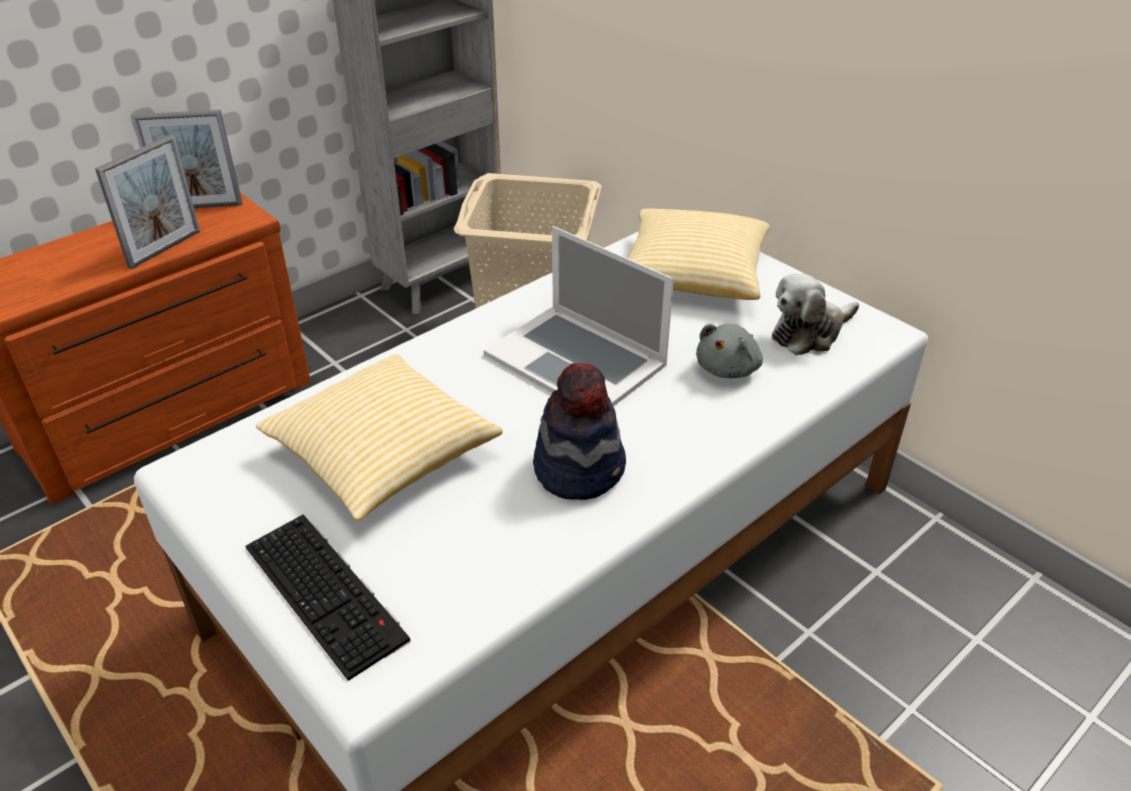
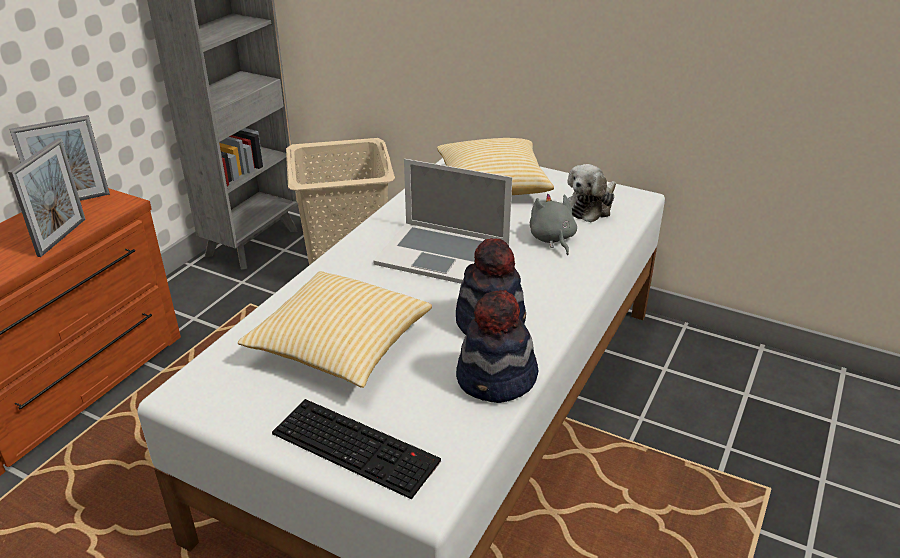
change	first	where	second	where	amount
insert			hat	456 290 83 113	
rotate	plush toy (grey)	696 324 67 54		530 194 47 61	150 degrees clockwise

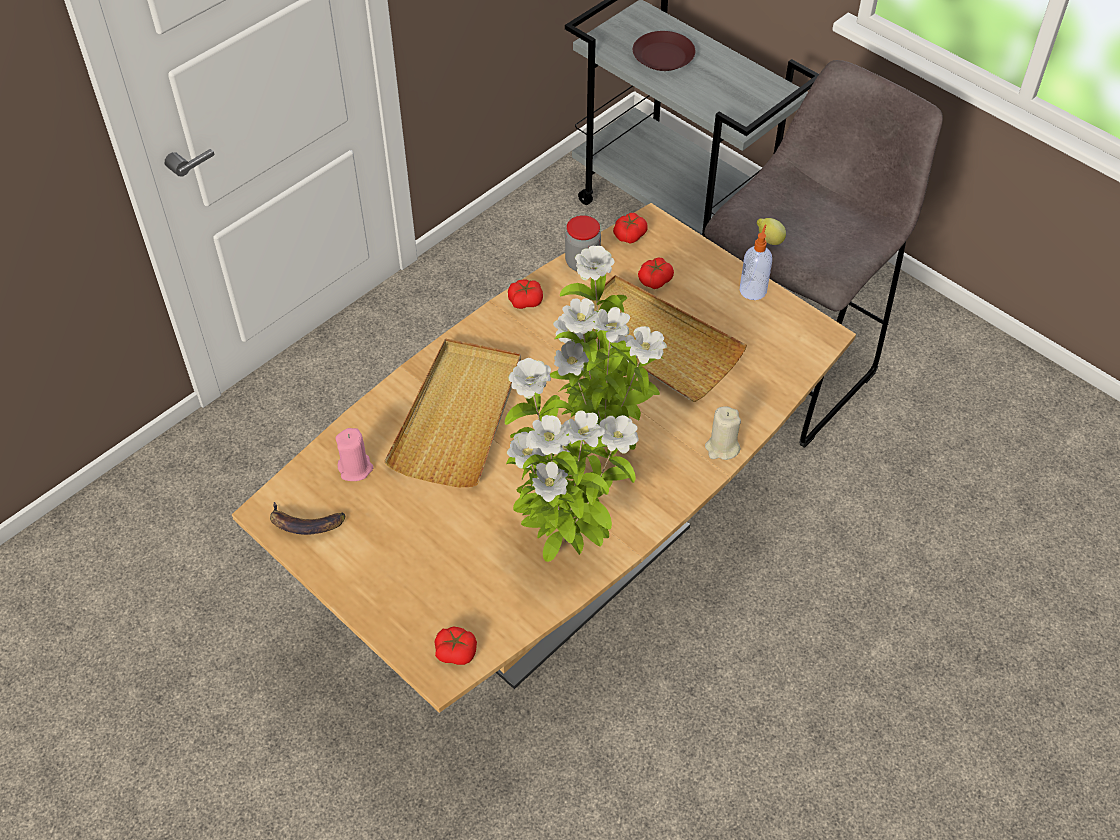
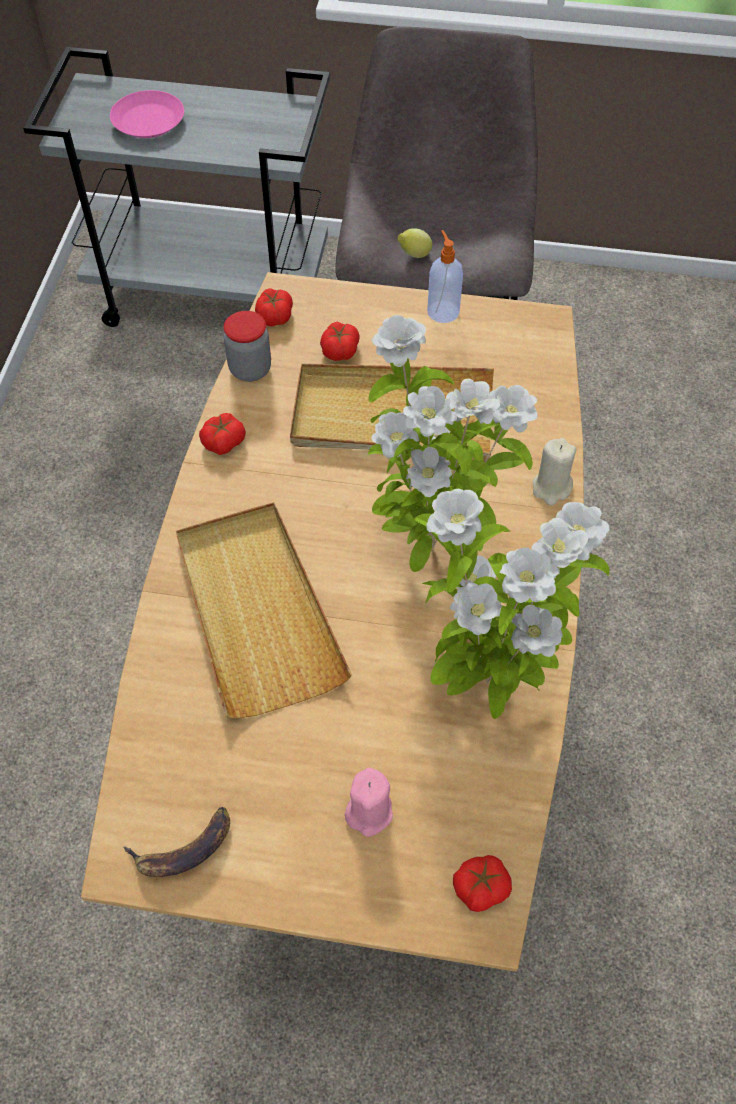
change	first	where	second	where	amount
recolor	plate (brown)	633 31 62 40	plate (pink)	110 90 74 48	
move	candle (pink)	336 428 37 53		345 768 48 69	

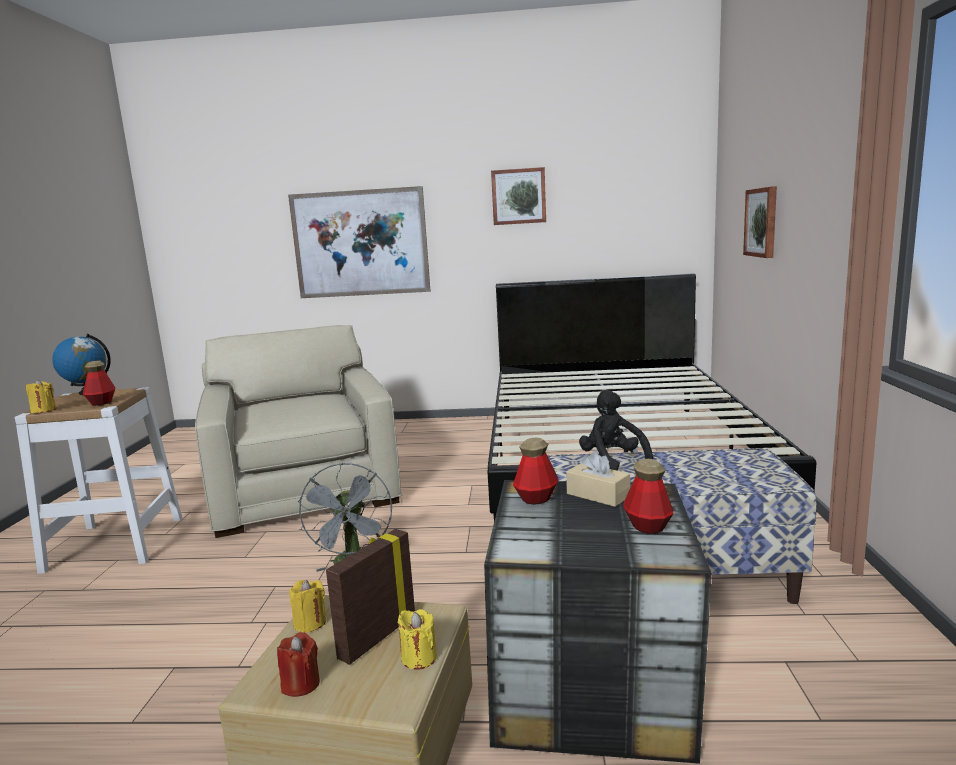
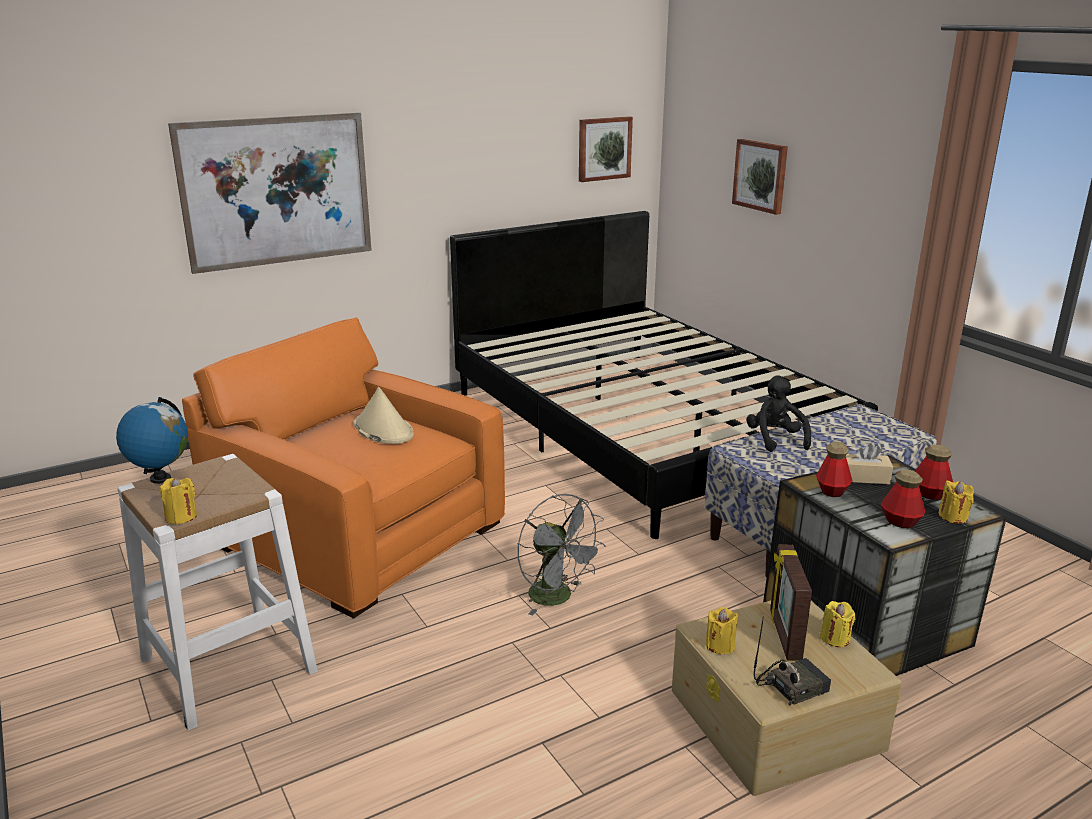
change	first	where	second	where	amount
recolor	armchair (beige)	195 325 207 213	armchair (orange)	182 317 323 302	
insert			hat (beige)	354 387 60 57	
move	picture	491 167 55 58		579 116 54 66	
rotate	plush toy (black)	579 390 74 81		746 375 65 77	45 degrees clockwise
replace	candle (red)	277 632 43 65	radio	754 617 77 89	
move	bottle	83 360 32 46		881 469 44 60	
insert			candle (yellow)	939 480 35 44	

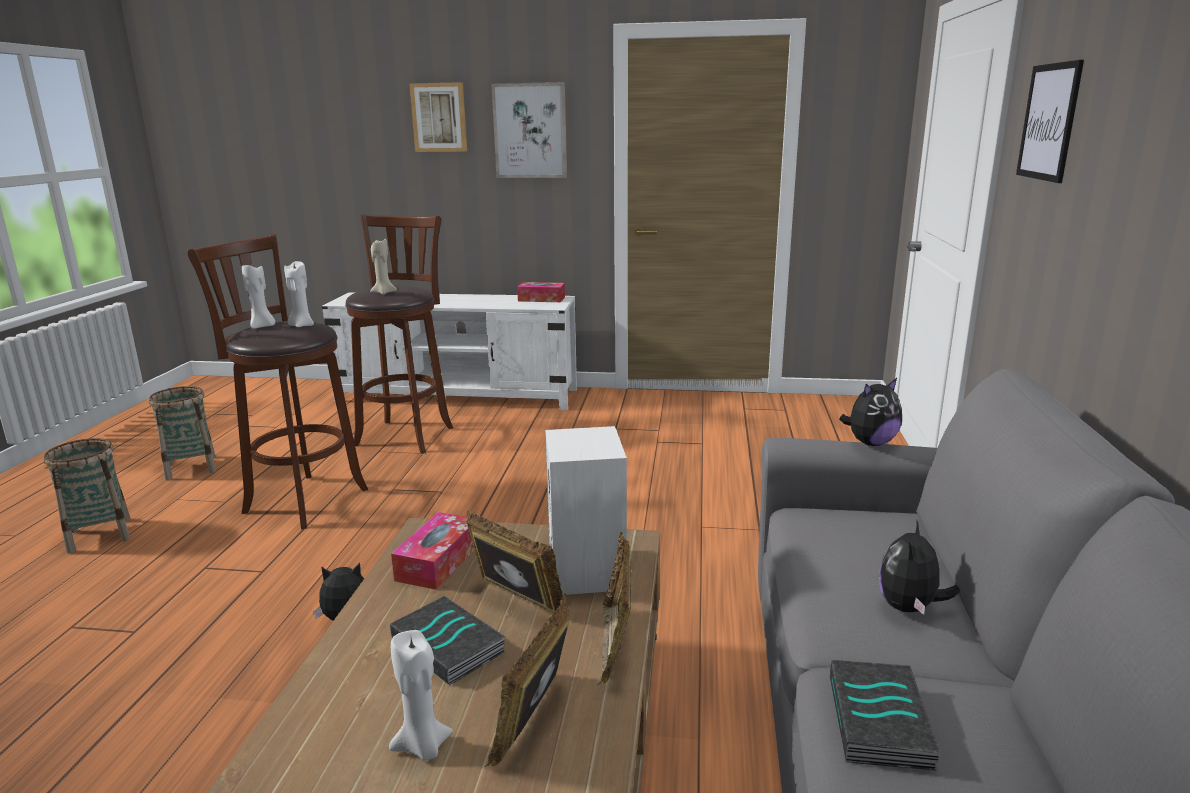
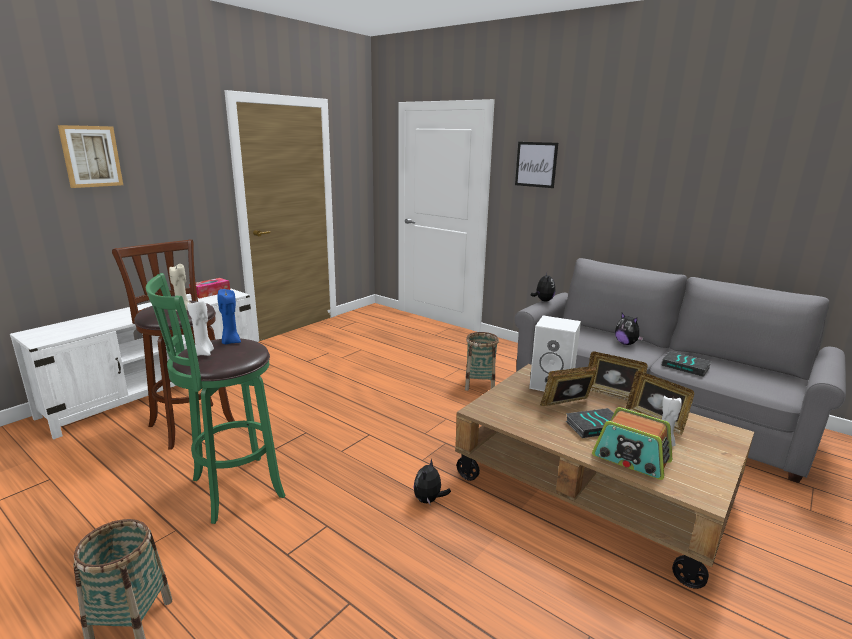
change	first	where	second	where	amount
recolor	stool (brown)	188 234 180 295	stool (green)	146 273 140 251	
recolor	candle (white)	284 261 30 66	candle (blue)	218 289 23 55	
move	basket	149 386 67 95		465 332 34 59	
insert			radio	592 407 80 73	
delete	tissue box	391 512 83 78			
delete	picture	491 82 76 96			

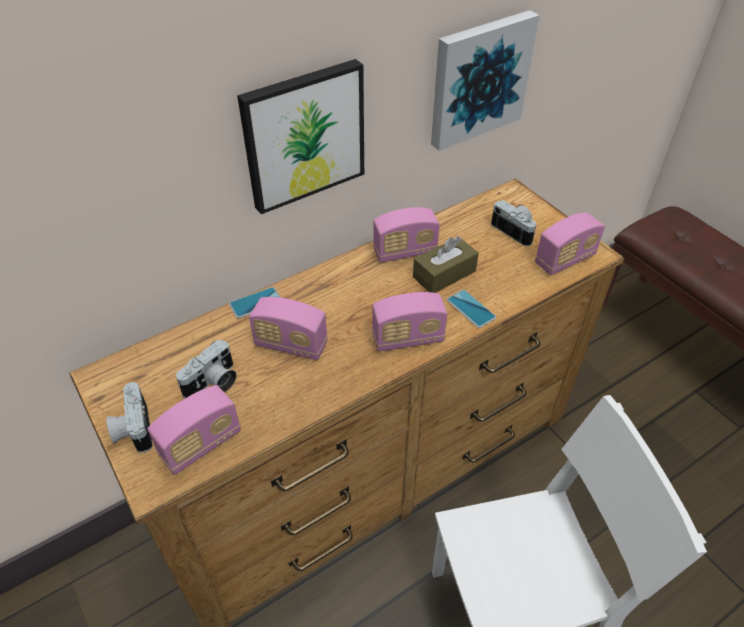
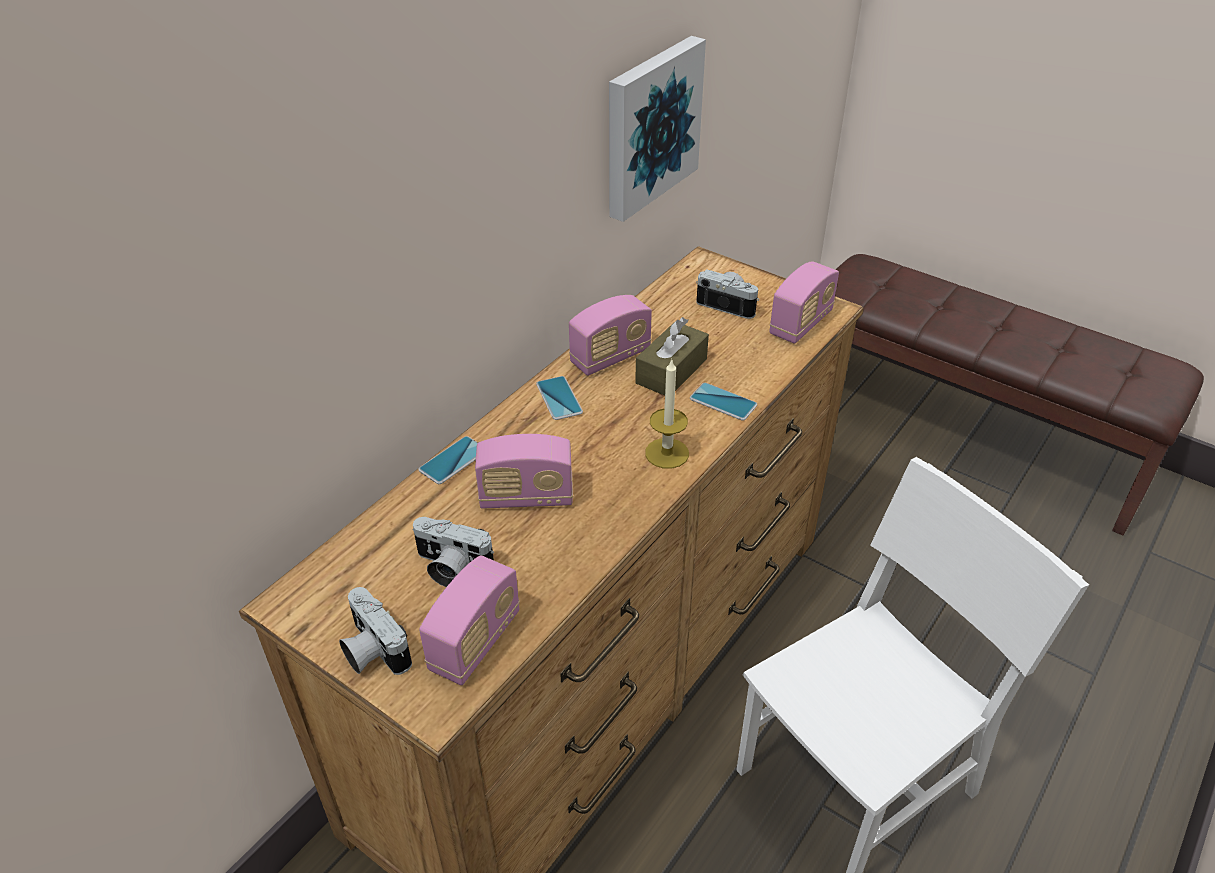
change	first	where	second	where	amount
rotate	photo camera	176 339 61 59		412 517 82 70	90 degrees clockwise
insert			phone	536 376 47 44	
replace	radio	372 292 75 59	candle	645 359 44 110	
delete	picture	237 59 127 155			

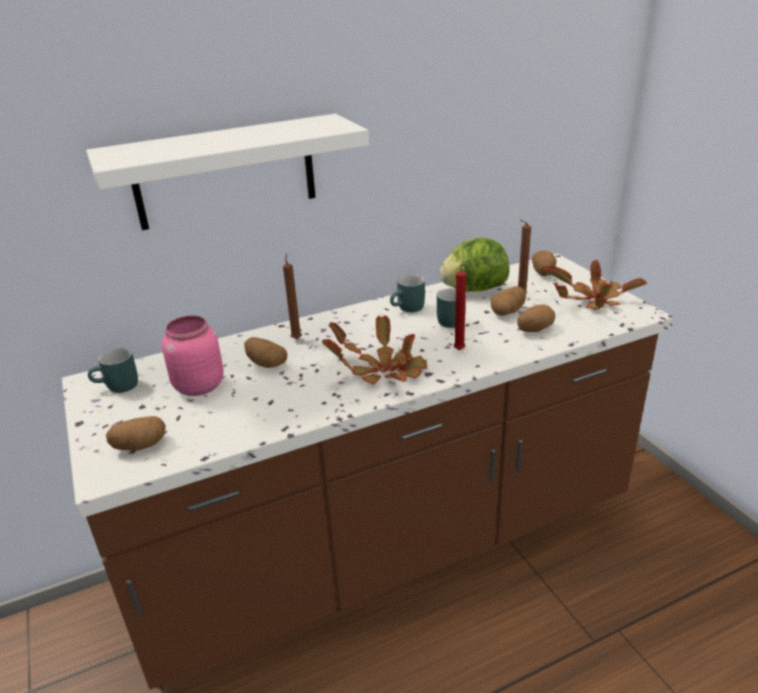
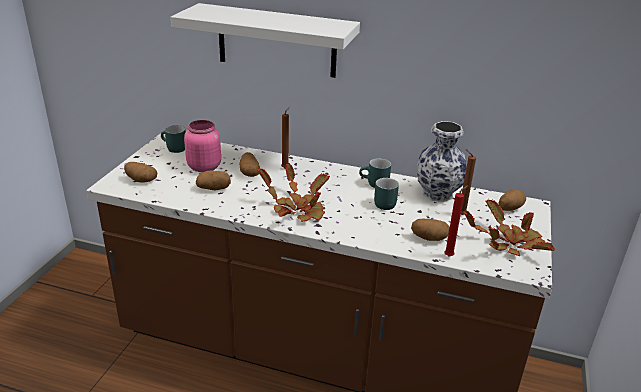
change	first	where	second	where	amount
move	potato	491 286 35 30		196 170 35 20	
replace	lettuce	440 238 69 53	vase	417 121 49 81	
move	candle (red)	454 260 12 90		444 185 24 71	

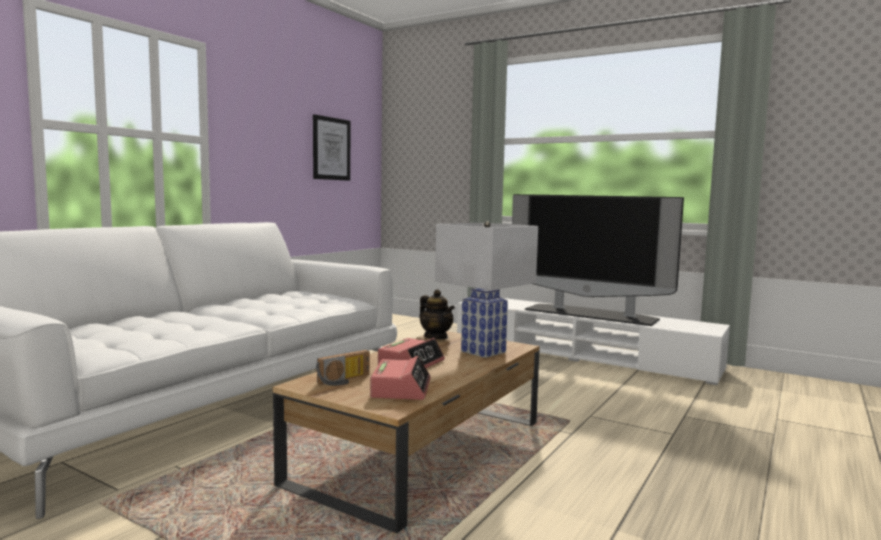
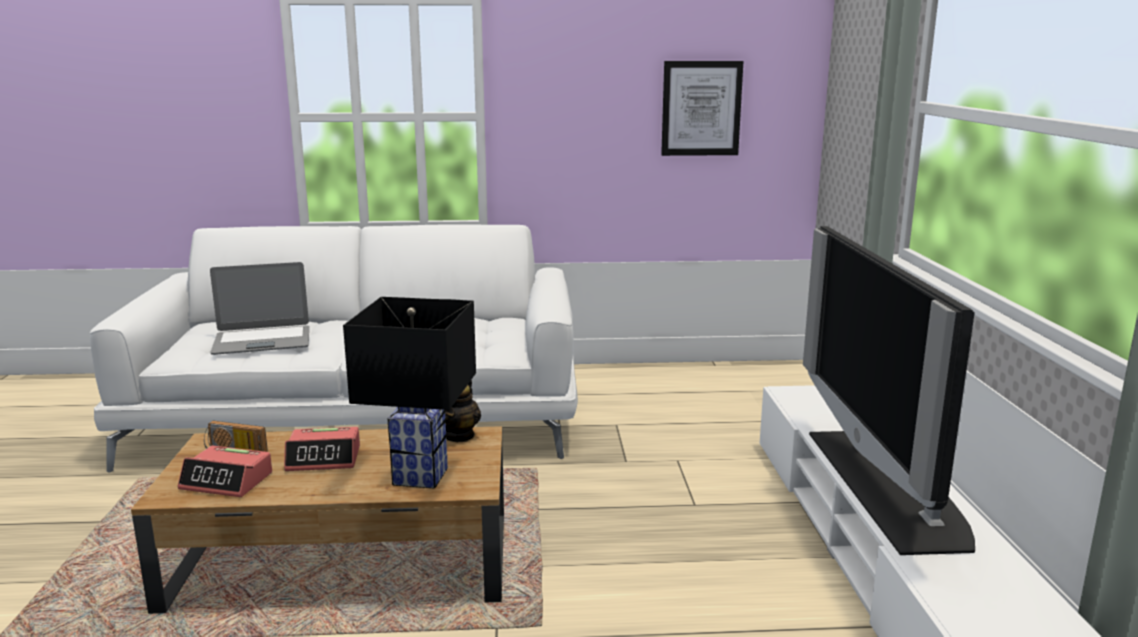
change	first	where	second	where	amount
rotate	alarm clock	370 356 61 44		178 446 94 51	45 degrees clockwise
insert			laptop	210 262 99 93	
recolor	table lamp (white)	435 221 103 137	table lamp (black)	343 297 133 191	

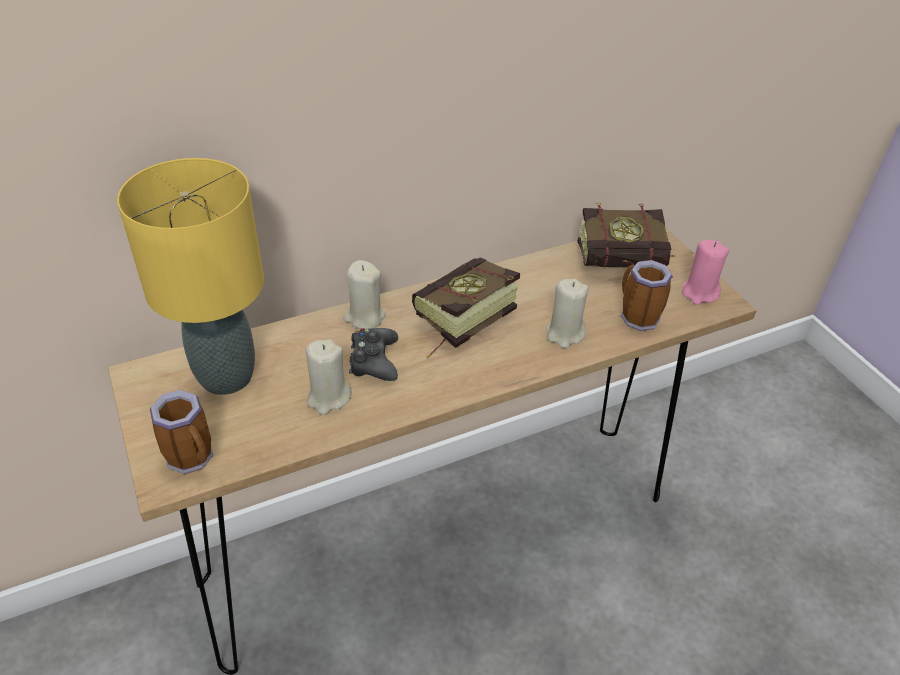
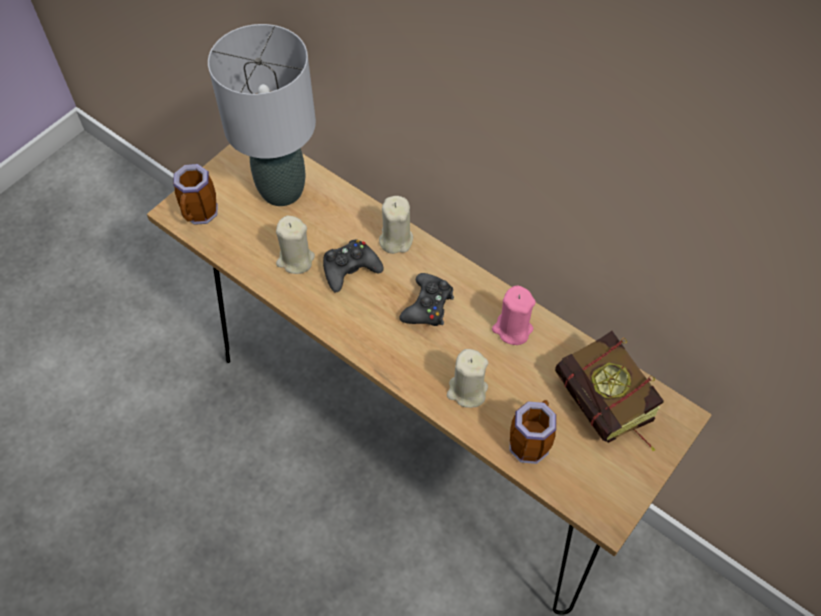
change	first	where	second	where	amount
recolor	table lamp (yellow)	117 158 147 237	table lamp (grey)	208 24 108 182	
replace	book	412 258 108 101	game controller (black)	399 273 55 53	
move	candle (pink)	682 239 47 66		492 285 44 60	

